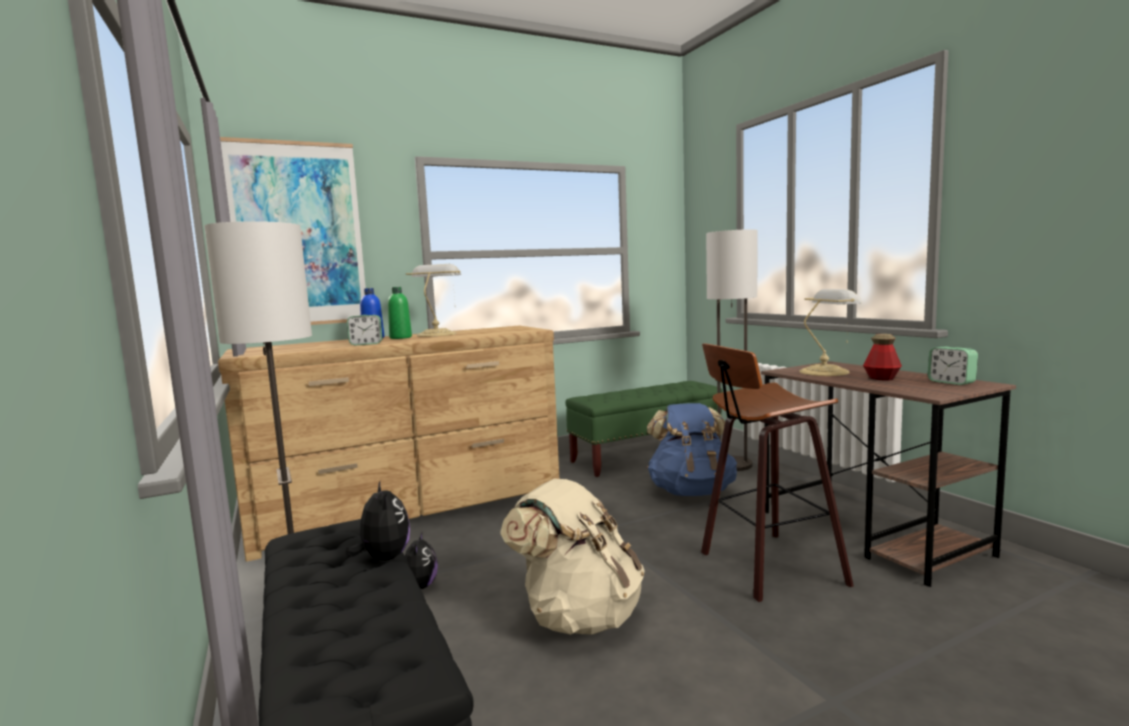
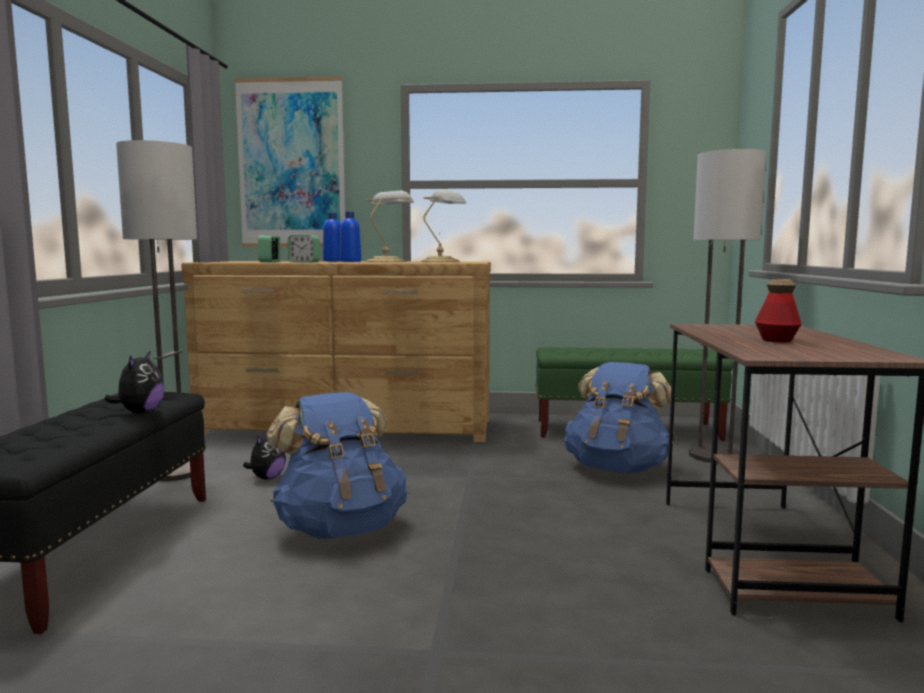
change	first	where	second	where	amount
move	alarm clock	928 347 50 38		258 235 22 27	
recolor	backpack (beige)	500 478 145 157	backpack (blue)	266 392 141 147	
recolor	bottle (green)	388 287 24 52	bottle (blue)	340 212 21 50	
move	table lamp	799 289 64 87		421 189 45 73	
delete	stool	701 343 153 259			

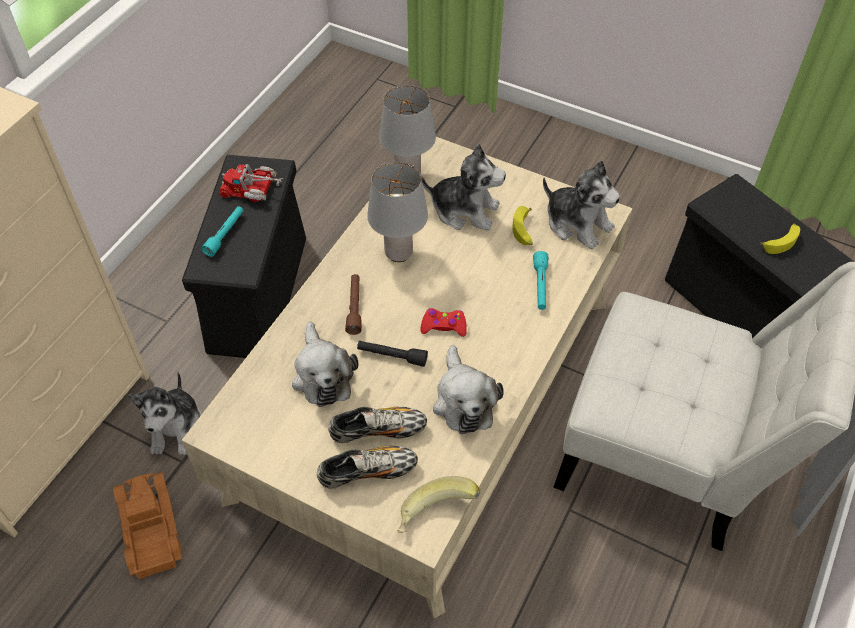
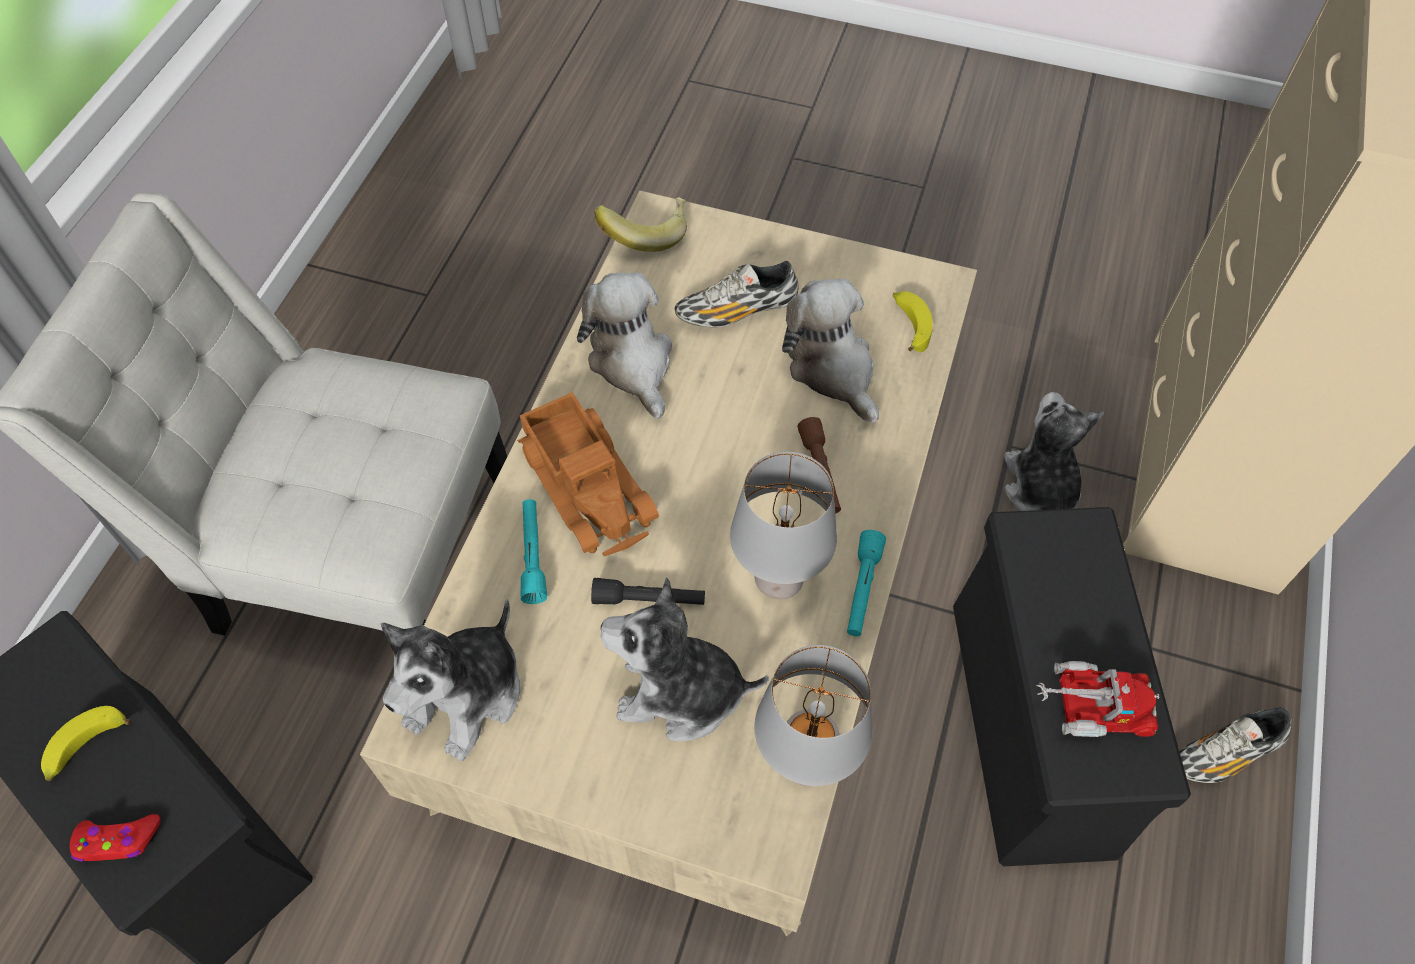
change	first	where	second	where	amount
move	game controller (red)	420 308 47 29		70 814 91 48	
rotate	plush toy	543 160 78 90		381 599 139 162	90 degrees counterclockwise
move	toy truck	113 472 69 107		517 392 142 164	
move	flashlight (black)	357 341 71 26		591 578 114 27	
move	flashlight (turquoise)	201 206 43 51		847 530 39 106	
move	banana	512 206 21 39		893 291 40 61	
move	shoe	317 446 101 43		1179 707 113 76	

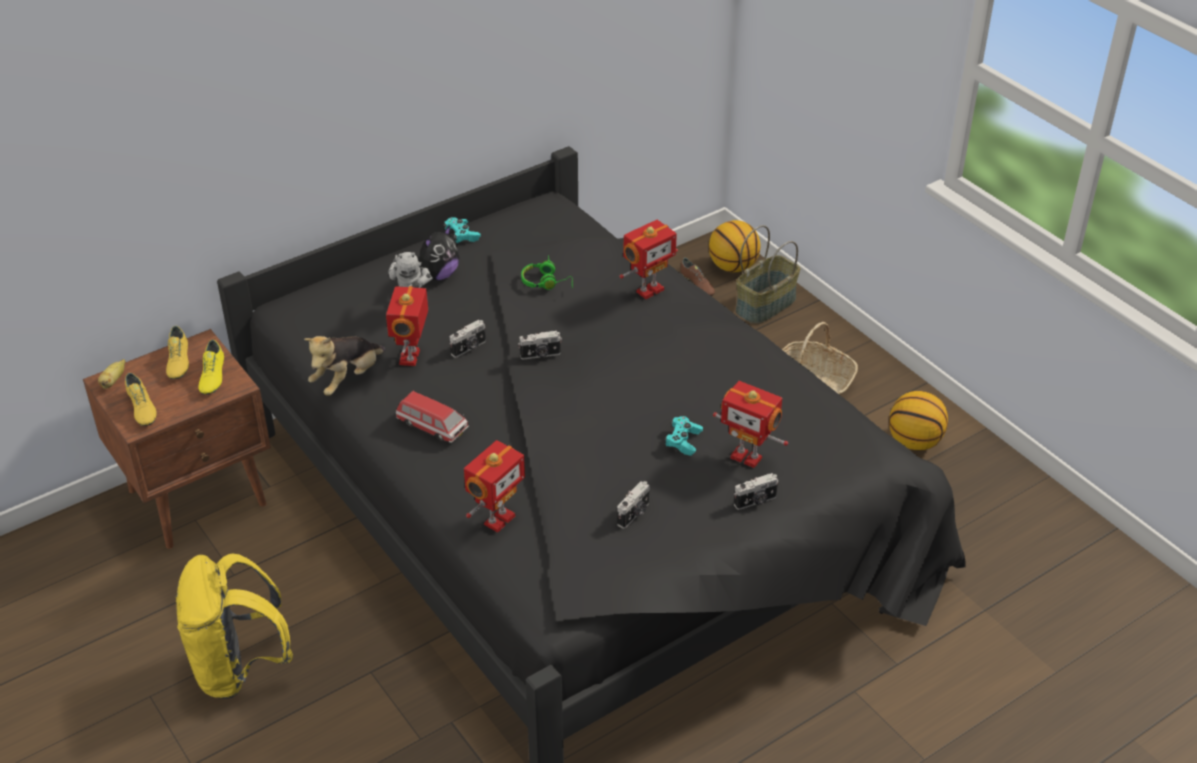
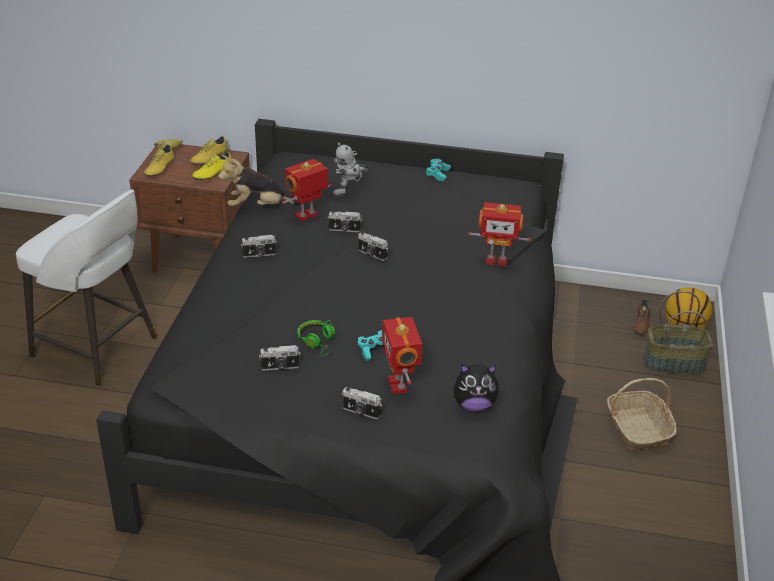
change	first	where	second	where	amount
replace	backpack (yellow)	176 553 117 146	stool (white)	16 189 141 197	
replace	toy car	396 391 73 52	photo camera	241 235 36 23	
move	headphones (green)	521 255 52 35		297 320 38 37	
move	plush toy	415 225 45 55		453 364 48 48	
delete	toy robot	464 440 61 92			
delete	basketball	889 391 59 59			

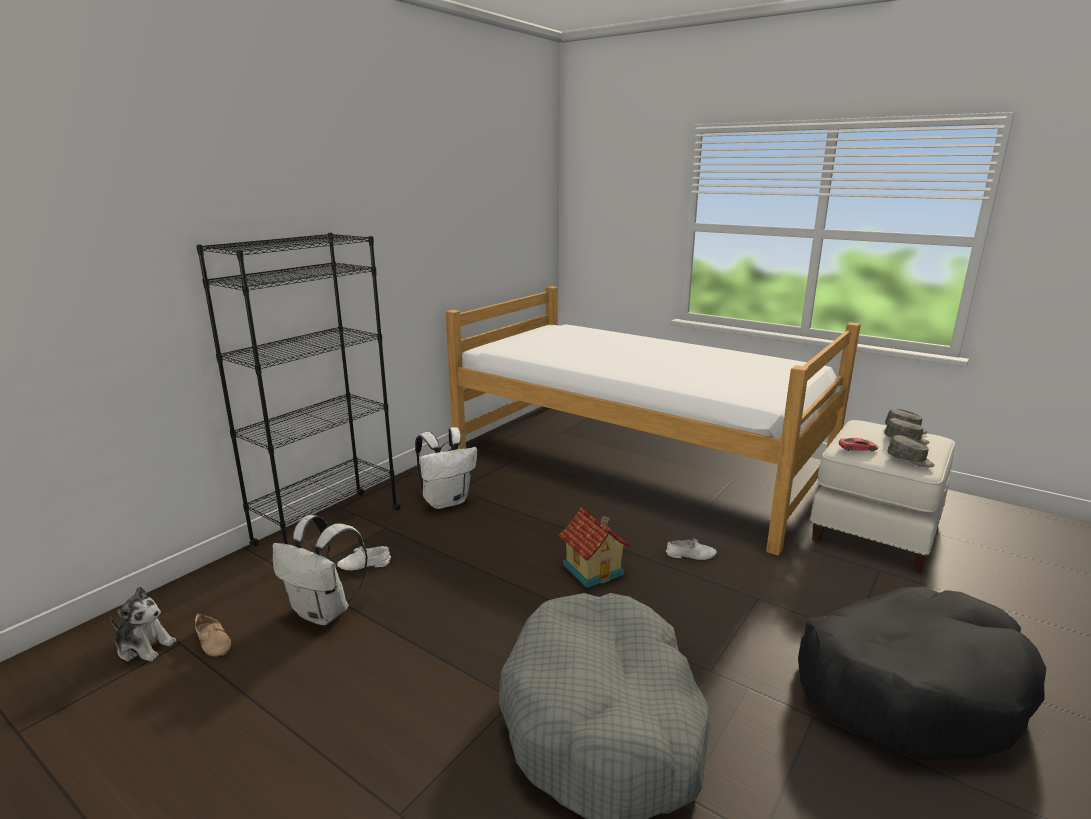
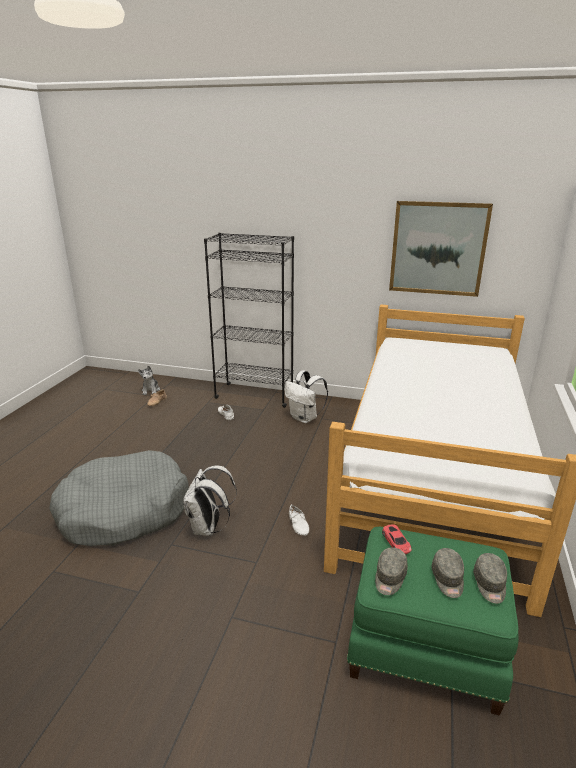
change	first	where	second	where	amount
move	backpack (white)	272 515 96 110		183 465 54 71	
recolor	ottoman (white)	809 420 146 153	ottoman (green)	347 527 172 188	
insert			picture	389 201 104 96	
delete	toy house	558 508 73 80			
delete	dog bed (black)	798 587 248 173			

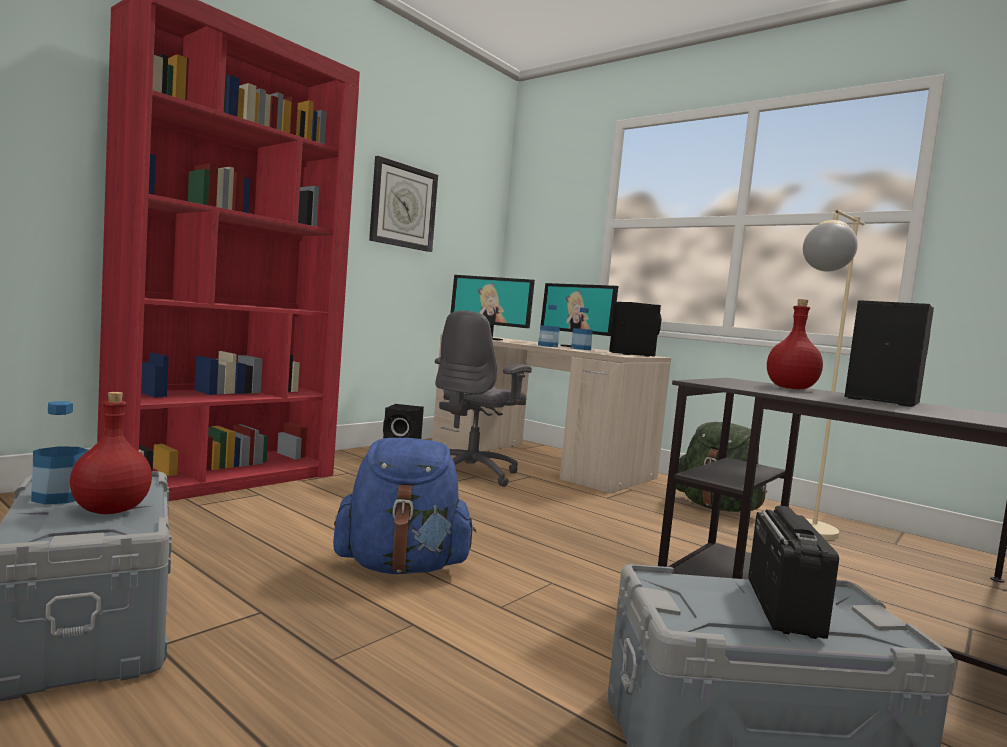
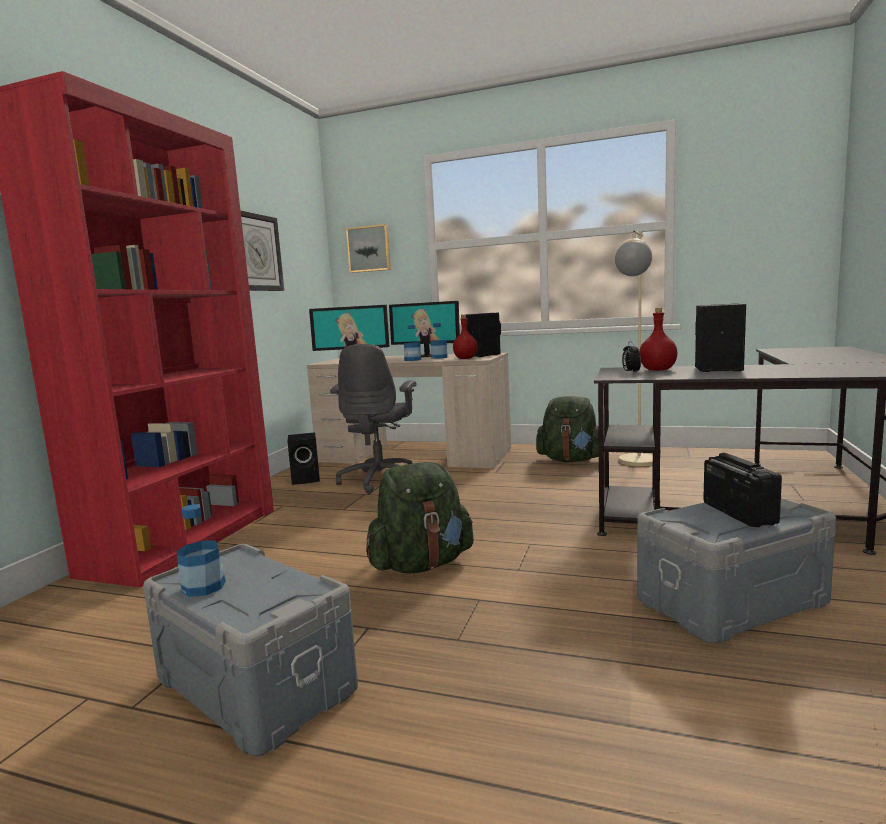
change	first	where	second	where	amount
insert			picture	346 224 45 49	
recolor	backpack (blue)	333 438 143 136	backpack (green)	366 462 108 111	
move	bottle (red)	70 392 82 122		453 315 25 44	
insert			alarm clock	622 341 19 31	

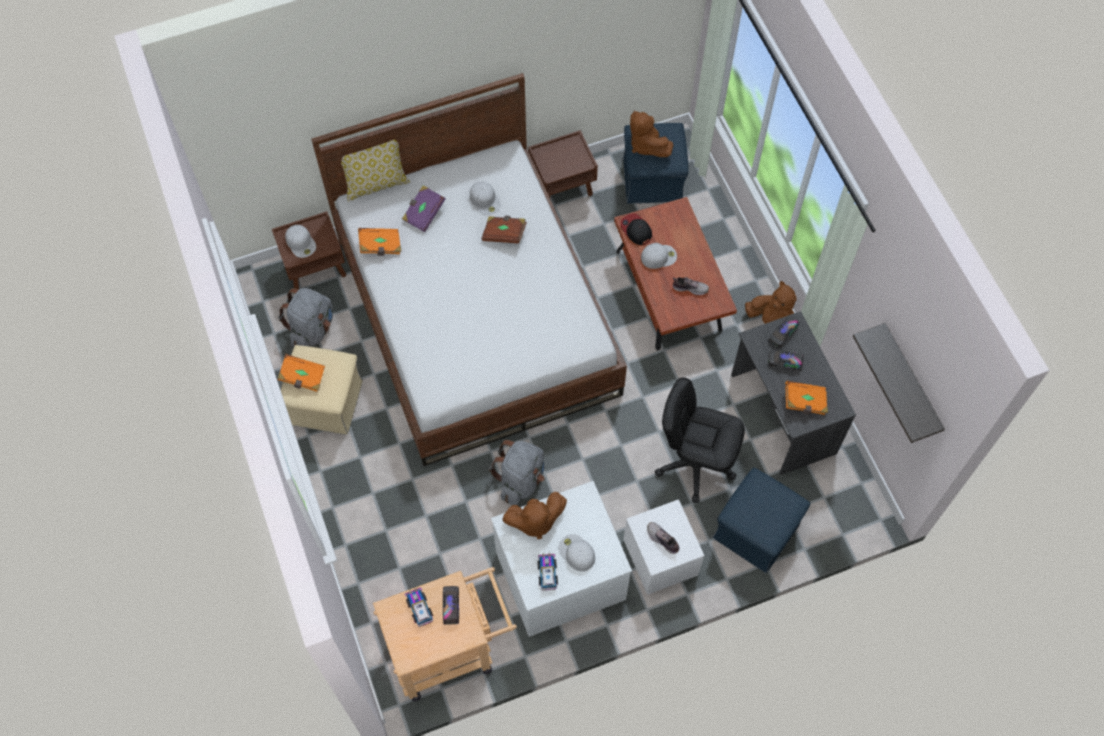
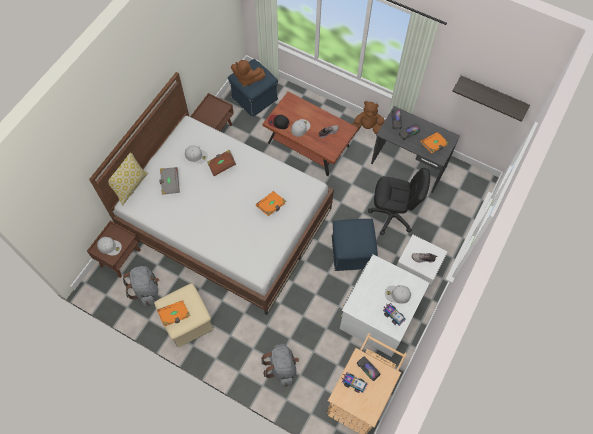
change	first	where	second	where	amount
recolor	book (purple)	402 185 44 47	book (grey)	159 167 21 27	
move	book (orange)	358 228 44 28		256 191 30 25	
move	backpack (grey)	489 440 56 65		261 343 38 44	
move	ottoman (blue)	713 467 97 106		331 219 47 52	
rotate	office chair (black)	655 377 90 126		368 168 62 67	150 degrees counterclockwise
delete	plush toy (brown)	502 492 65 47			

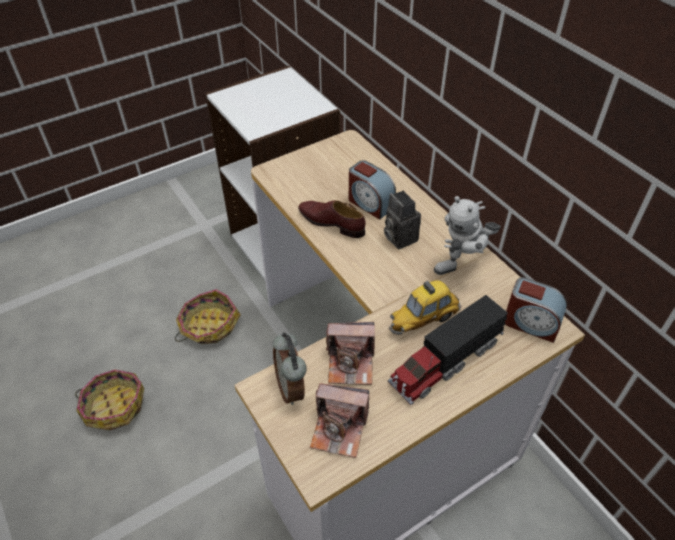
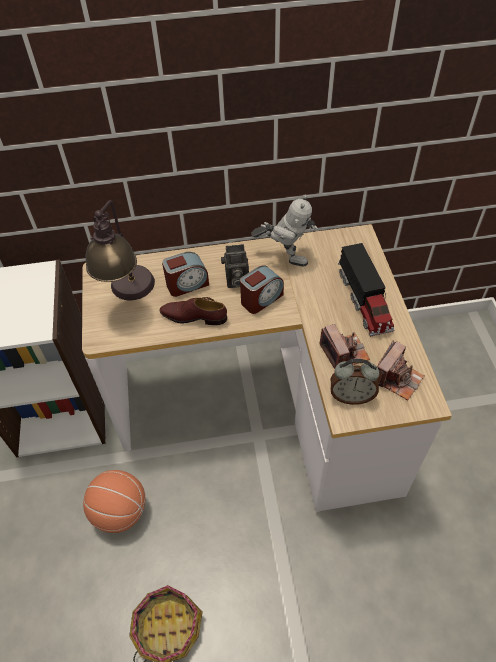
change	first	where	second	where	amount
replace	basket	175 289 66 55	basketball	83 470 62 63	
insert			table lamp	85 200 70 100	
rotate	shoe (brown)	298 200 68 38		160 297 67 28	45 degrees clockwise
move	alarm clock	505 277 62 66		240 265 44 49	
rotate	toy robot	434 196 67 79		251 195 67 72	60 degrees counterclockwise
rotate	photo camera	326 322 49 63		319 324 51 45	45 degrees counterclockwise
delete	toy car	389 280 72 54			

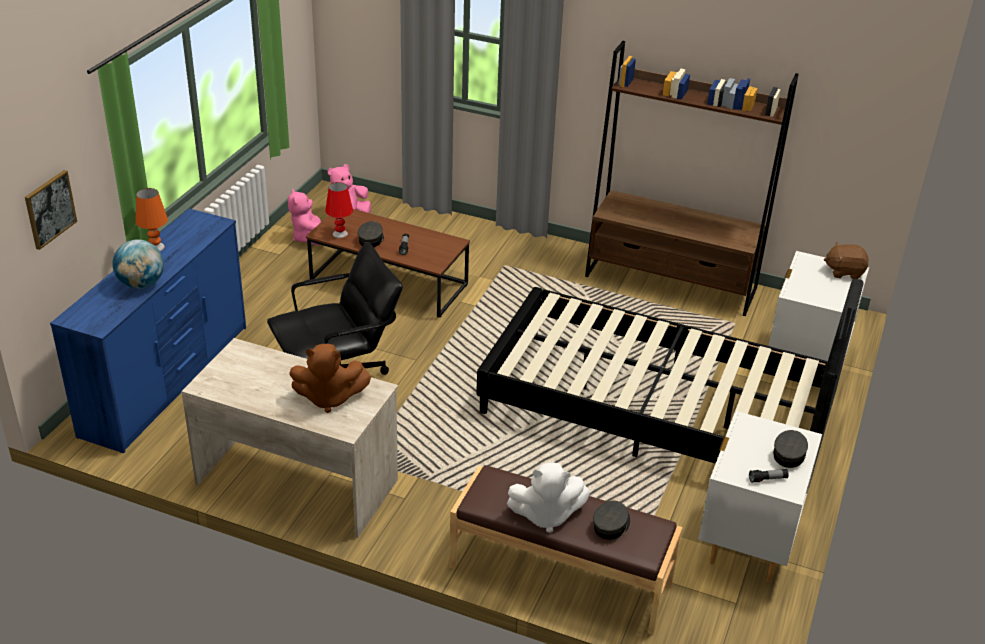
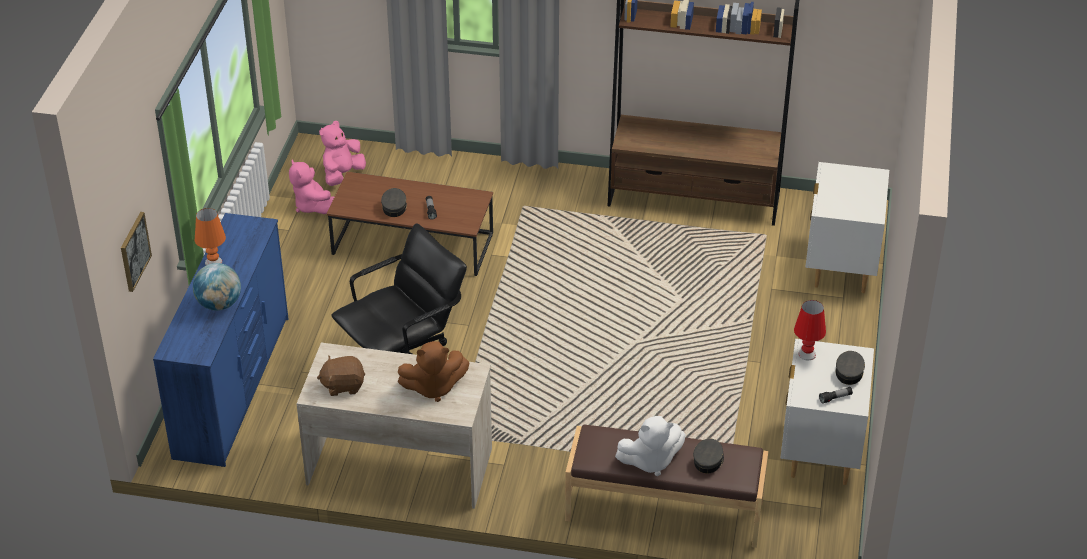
change	first	where	second	where	amount
move	plush toy (brown)	824 242 44 37		317 355 48 41	
move	table lamp (red)	325 182 28 56		794 300 32 61	
delete	bed (black)	476 279 388 207			

